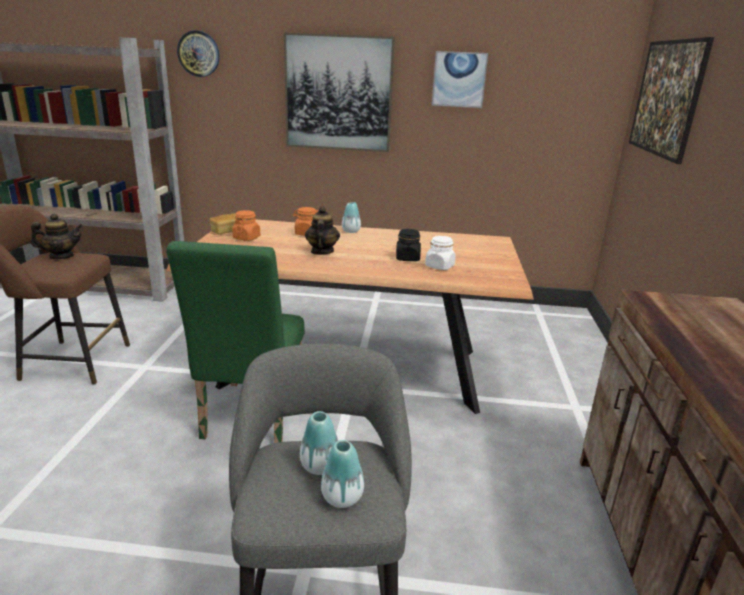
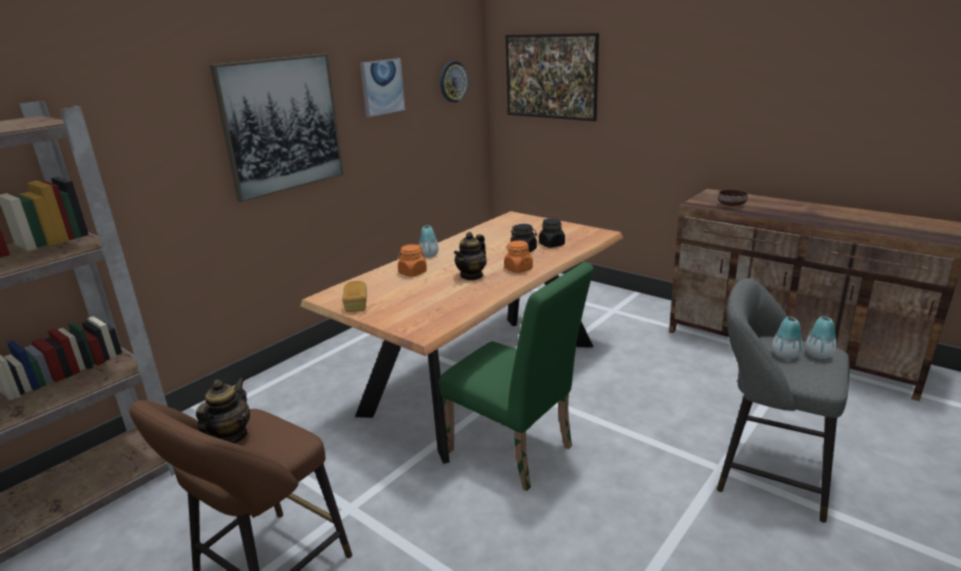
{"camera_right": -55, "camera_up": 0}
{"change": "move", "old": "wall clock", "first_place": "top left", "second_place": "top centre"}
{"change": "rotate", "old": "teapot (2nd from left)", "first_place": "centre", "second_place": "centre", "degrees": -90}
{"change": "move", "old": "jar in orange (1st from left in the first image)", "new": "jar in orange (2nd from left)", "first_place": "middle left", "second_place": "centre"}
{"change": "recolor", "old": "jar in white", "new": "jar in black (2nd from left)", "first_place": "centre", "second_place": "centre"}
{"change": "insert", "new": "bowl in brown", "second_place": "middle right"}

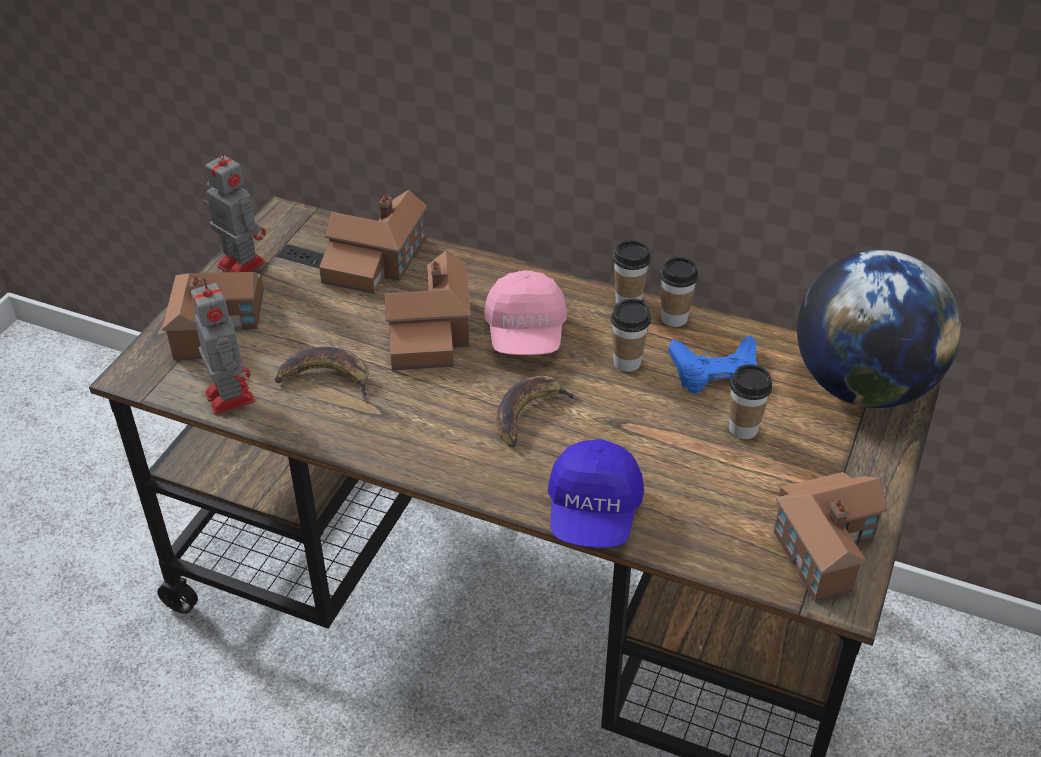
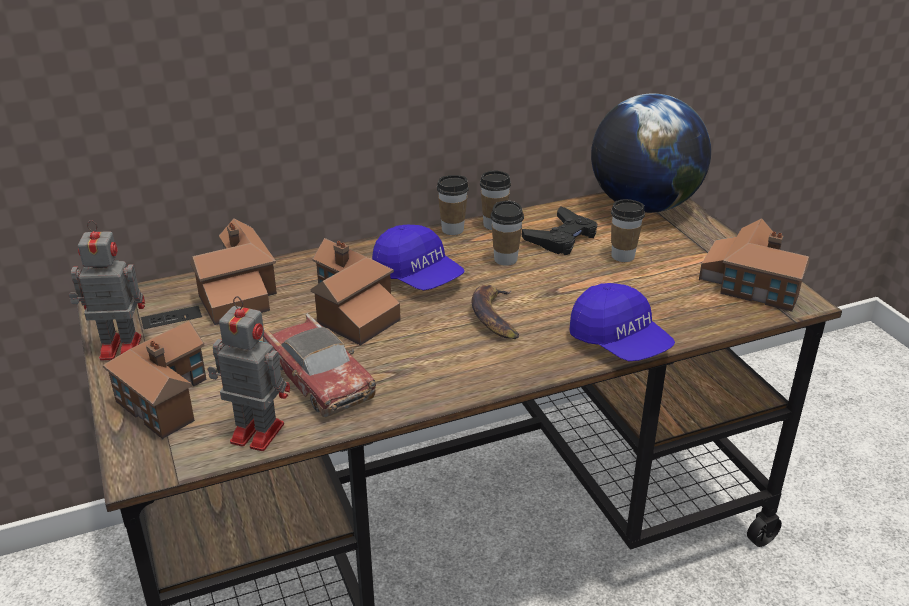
{"camera_right": -45, "camera_up": -10}
{"change": "recolor", "old": "cap in pink", "new": "cap in blue (1st from left)", "first_place": "centre", "second_place": "centre"}
{"change": "recolor", "old": "game controller in blue", "new": "game controller in black", "first_place": "middle right", "second_place": "centre"}
{"change": "replace", "old": "banana (1st from left)", "new": "toy car", "first_place": "middle left", "second_place": "centre"}

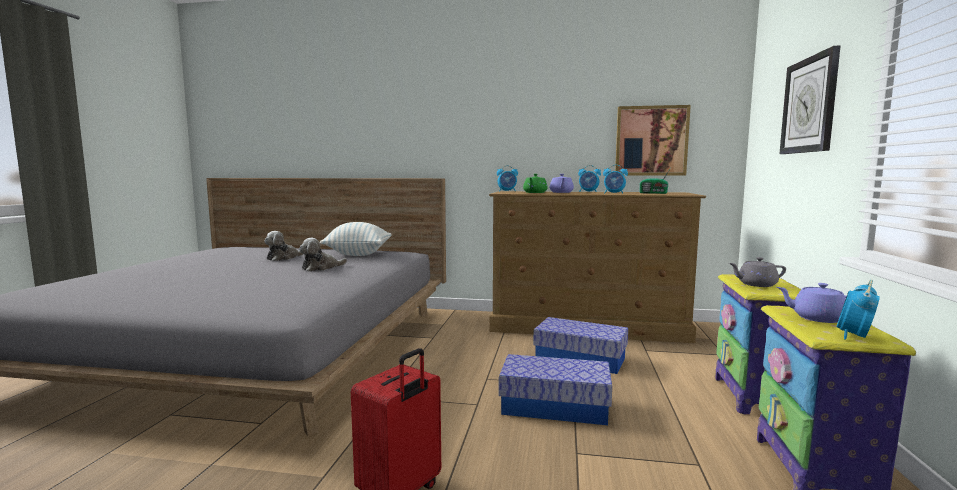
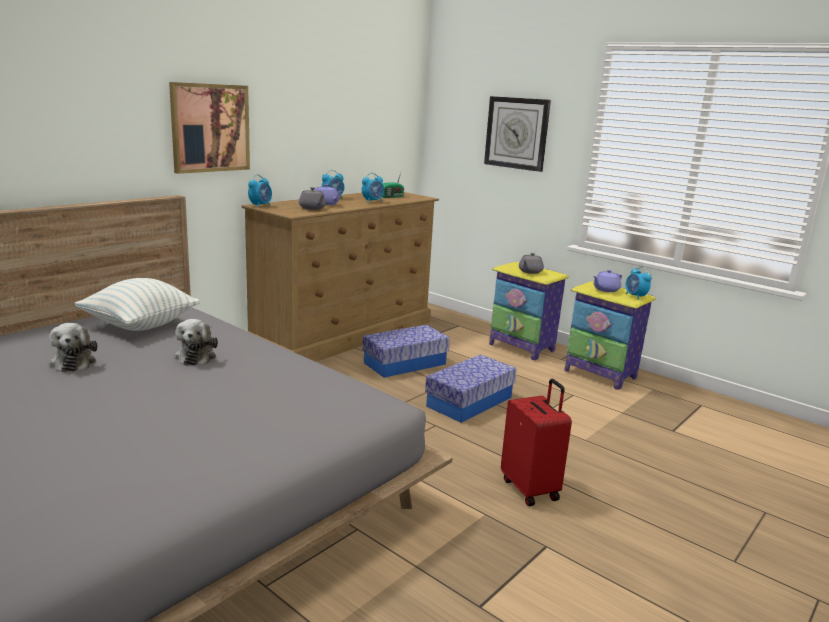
{"camera_right": -60, "camera_up": 10}
{"change": "move", "old": "picture", "first_place": "top right", "second_place": "top left"}
{"change": "recolor", "old": "teapot in green", "new": "teapot in grey (1st from left)", "first_place": "centre", "second_place": "top centre"}

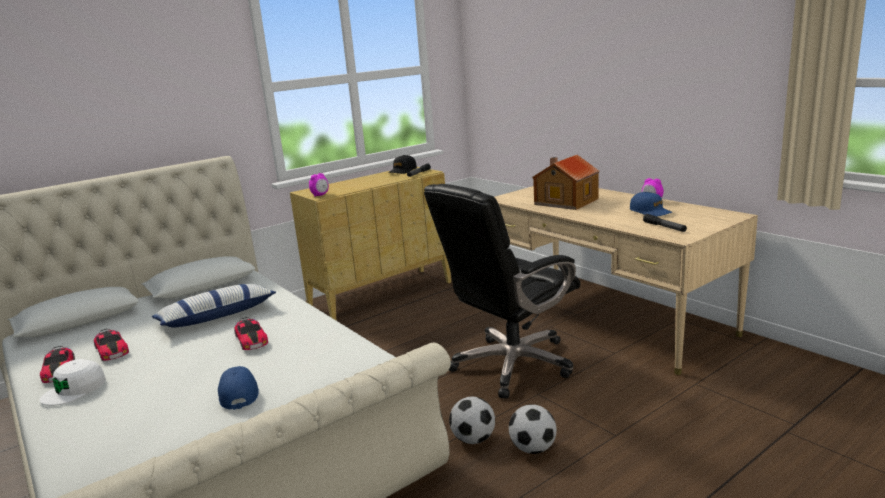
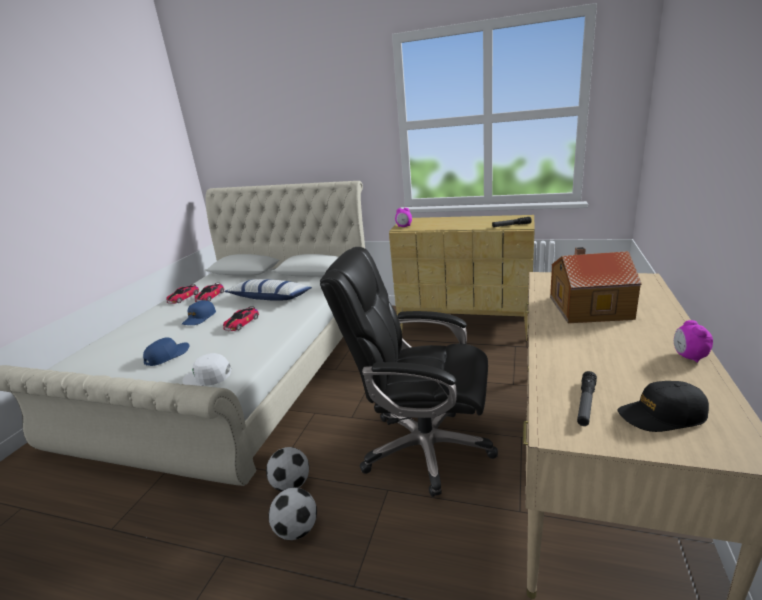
{"camera_right": 55, "camera_up": 5}
{"change": "move", "old": "cap in black", "first_place": "top centre", "second_place": "bottom right"}
{"change": "move", "old": "cap in blue (2nd from left)", "first_place": "middle right", "second_place": "middle left"}
{"change": "move", "old": "cap in white", "first_place": "bottom left", "second_place": "middle left"}

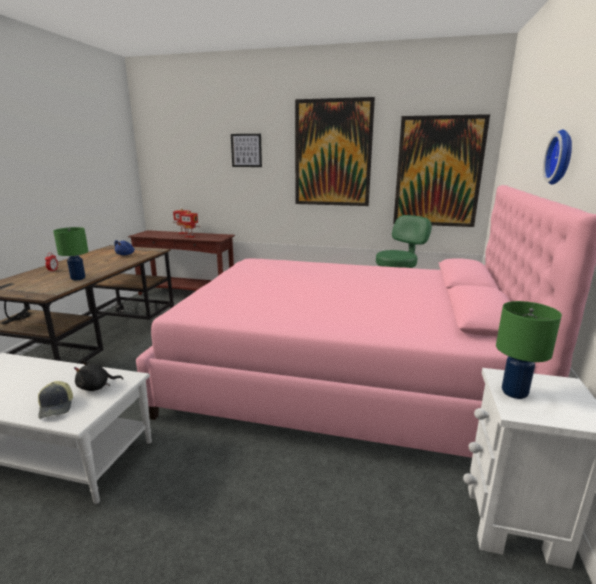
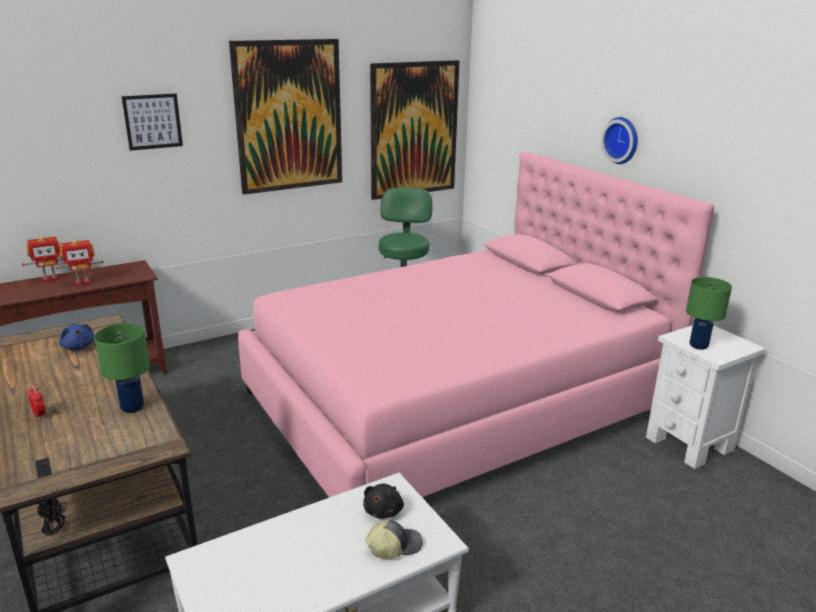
{"camera_right": -45, "camera_up": 5}
{"change": "rotate", "old": "cap", "first_place": "bottom left", "second_place": "bottom centre", "degrees": -45}

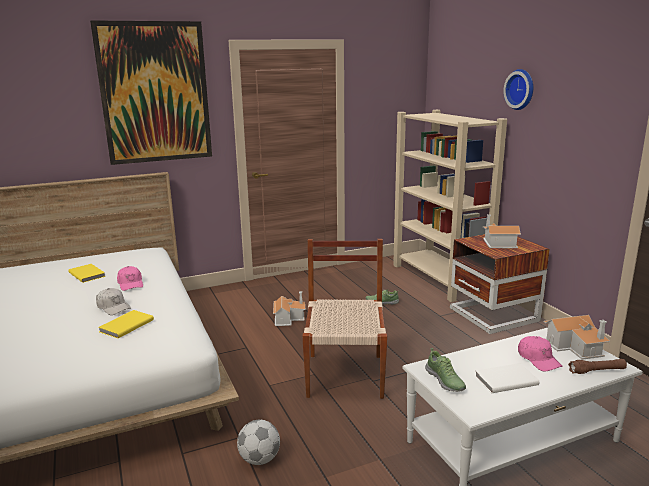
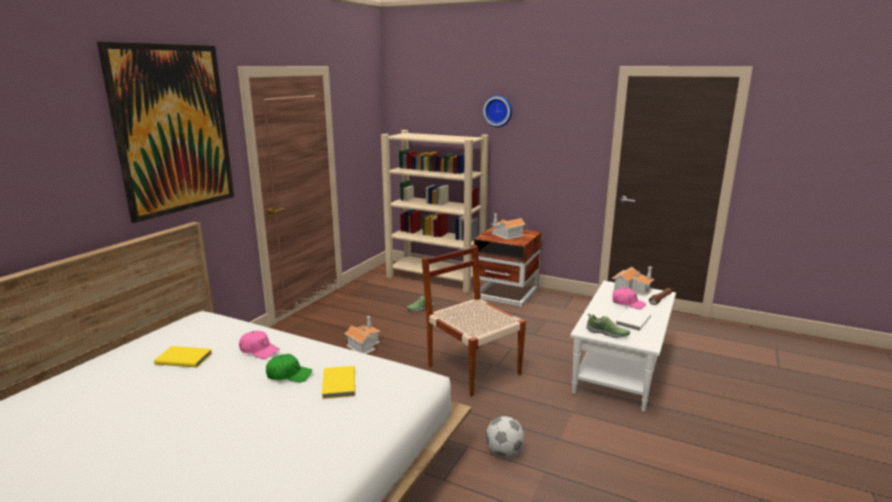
{"camera_right": -40, "camera_up": 0}
{"change": "recolor", "old": "cap in white", "new": "cap in green", "first_place": "middle left", "second_place": "bottom left"}

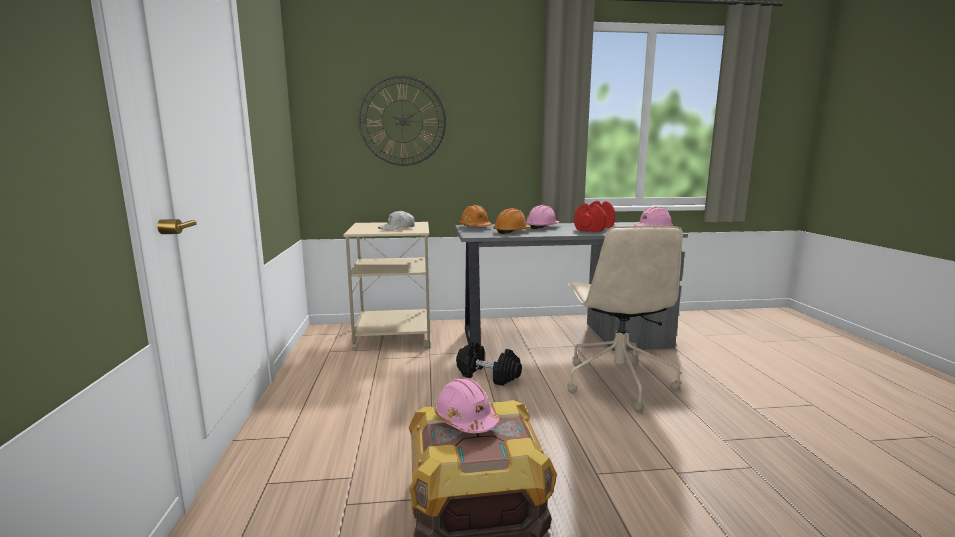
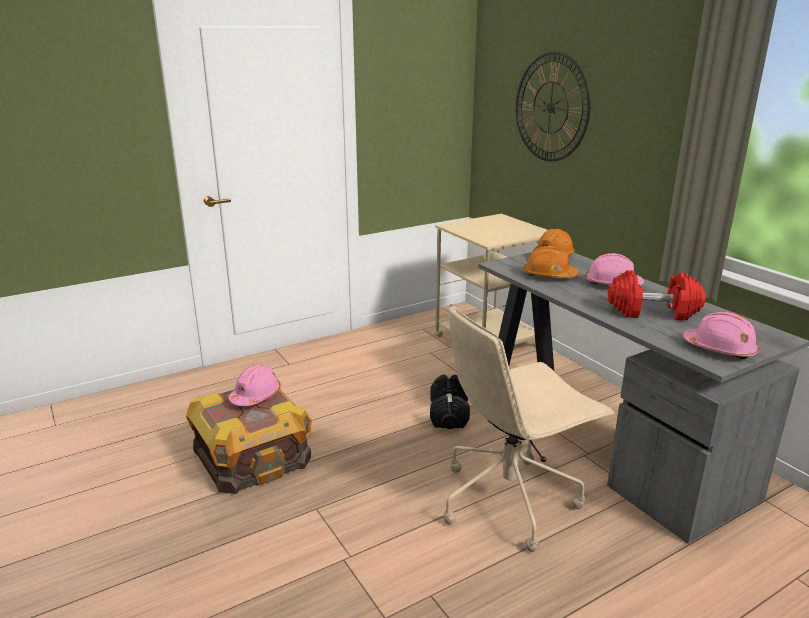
{"camera_right": 65, "camera_up": 10}
{"change": "delete", "old": "cap in white", "first_place": "centre"}

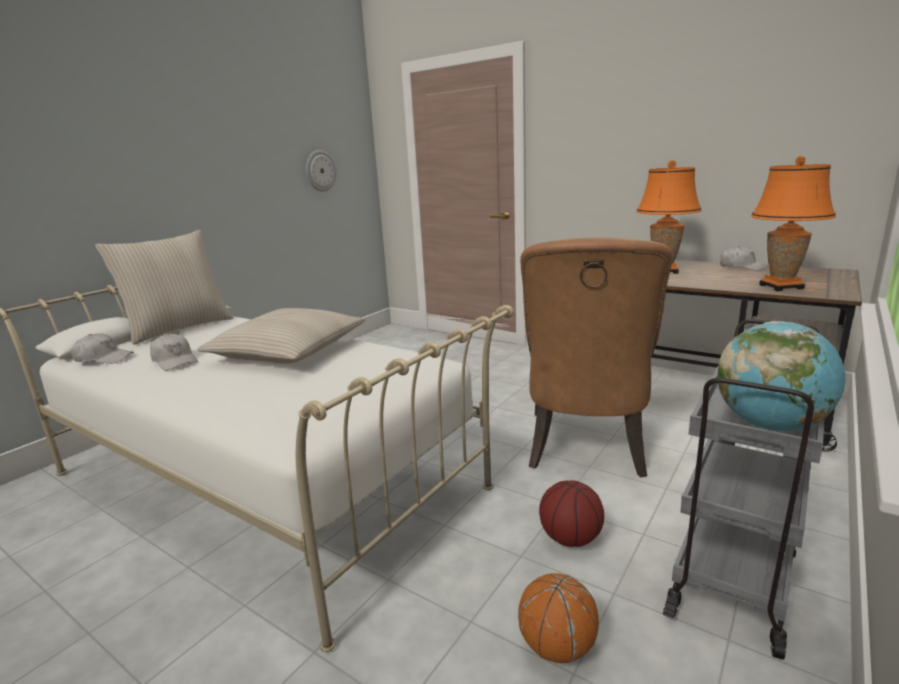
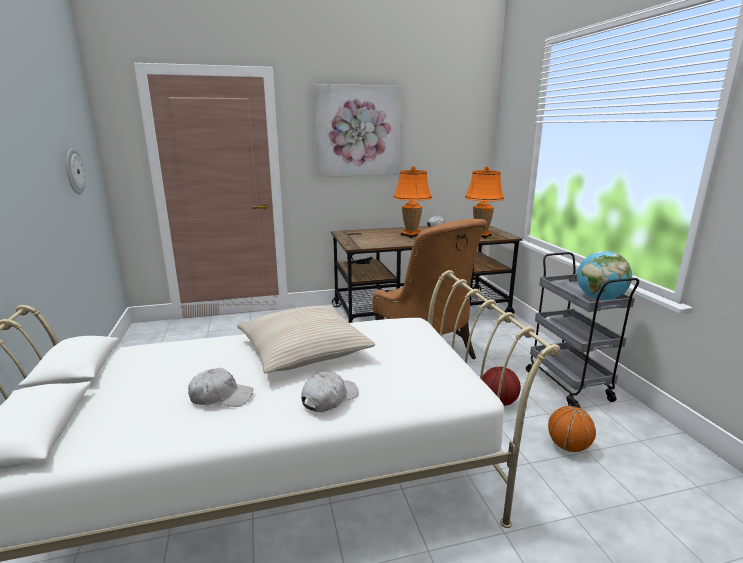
{"camera_right": -50, "camera_up": 0}
{"change": "delete", "old": "pillow in beige (1st from left)", "first_place": "middle left"}
{"change": "move", "old": "cap in white (1st from left in the first image)", "new": "cap in white (2nd from left)", "first_place": "middle left", "second_place": "bottom centre"}
{"change": "insert", "new": "picture", "second_place": "top centre"}

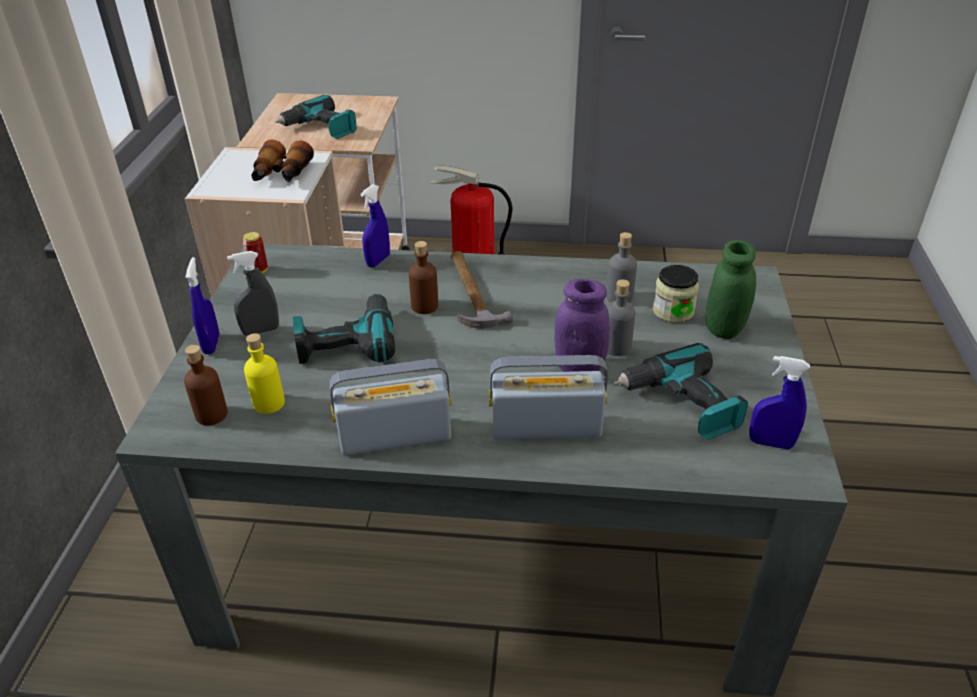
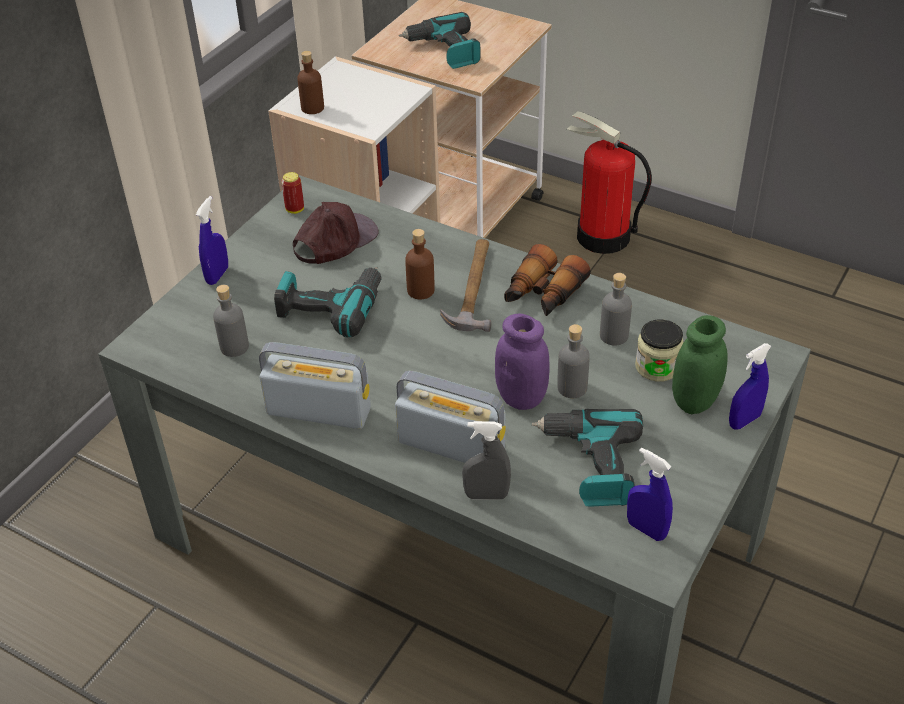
{"camera_right": 25, "camera_up": 5}
{"change": "move", "old": "binoculars", "first_place": "top left", "second_place": "centre"}
{"change": "move", "old": "spray bottle in blue (2nd from left in the first image)", "new": "spray bottle in blue (3rd from left)", "first_place": "top centre", "second_place": "middle right"}
{"change": "move", "old": "spray bottle in grey", "first_place": "middle left", "second_place": "centre"}
{"change": "recolor", "old": "bottle in yellow", "new": "bottle in grey (1st from left)", "first_place": "middle left", "second_place": "middle left"}
{"change": "move", "old": "bottle in brown (1st from left)", "first_place": "middle left", "second_place": "top centre"}
{"change": "insert", "new": "cap in brown", "second_place": "top centre"}

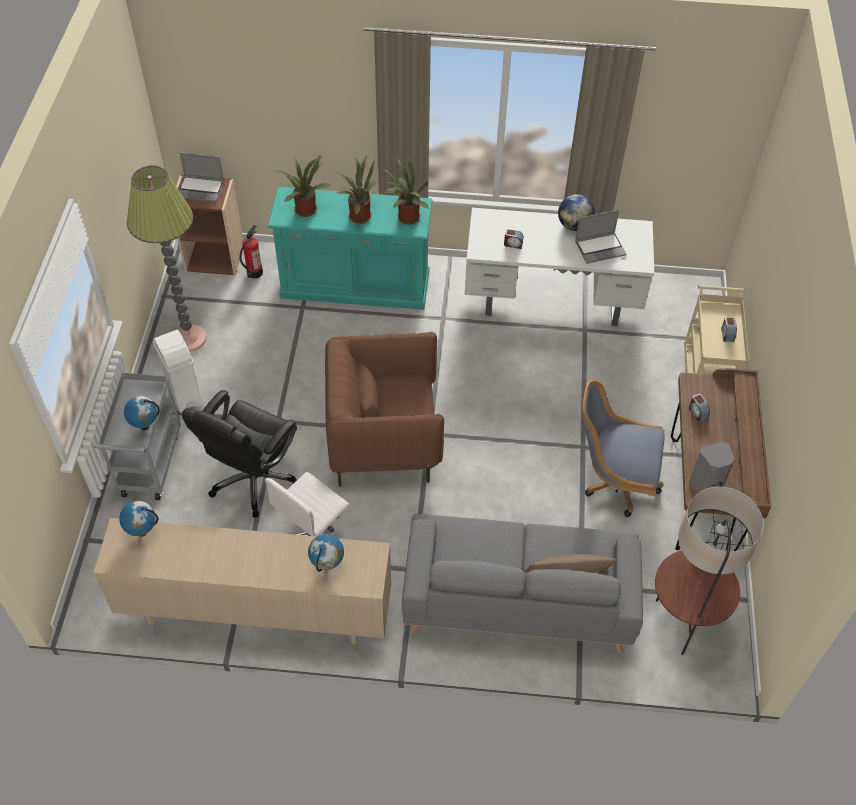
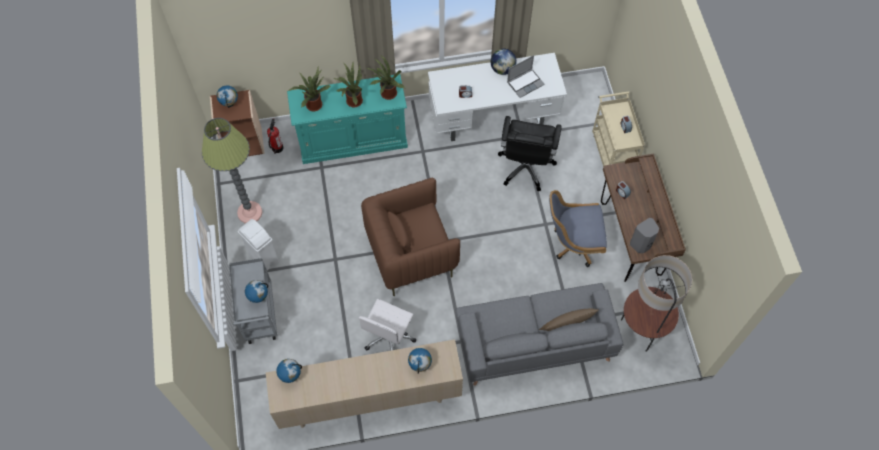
{"camera_right": -15, "camera_up": 10}
{"change": "replace", "old": "laptop (1st from left)", "new": "globe (1st from left)", "first_place": "top left", "second_place": "top left"}
{"change": "move", "old": "office chair in black", "first_place": "middle left", "second_place": "centre"}

